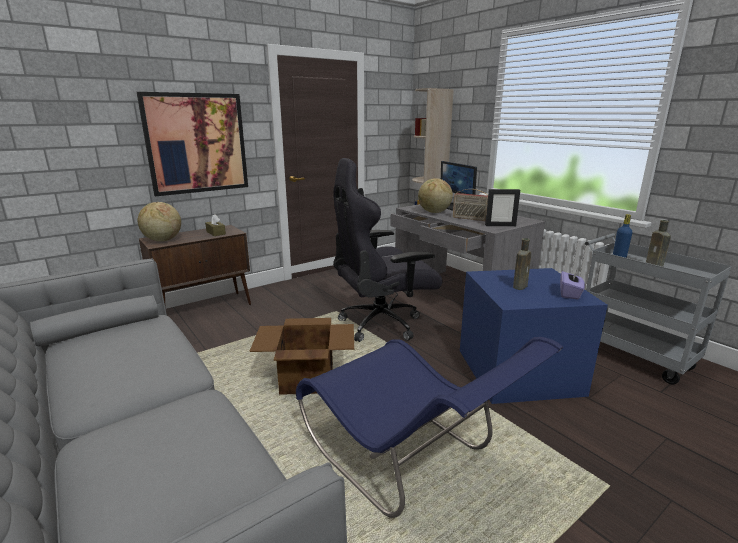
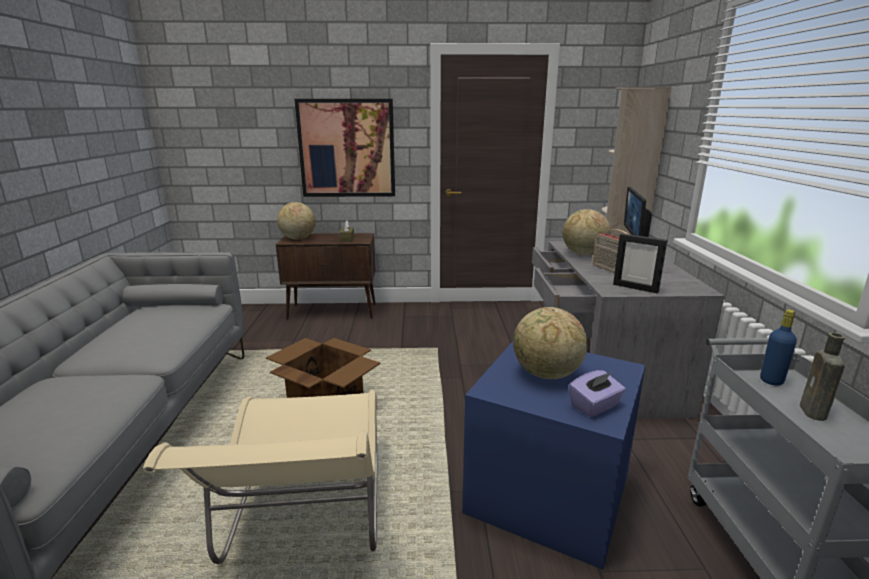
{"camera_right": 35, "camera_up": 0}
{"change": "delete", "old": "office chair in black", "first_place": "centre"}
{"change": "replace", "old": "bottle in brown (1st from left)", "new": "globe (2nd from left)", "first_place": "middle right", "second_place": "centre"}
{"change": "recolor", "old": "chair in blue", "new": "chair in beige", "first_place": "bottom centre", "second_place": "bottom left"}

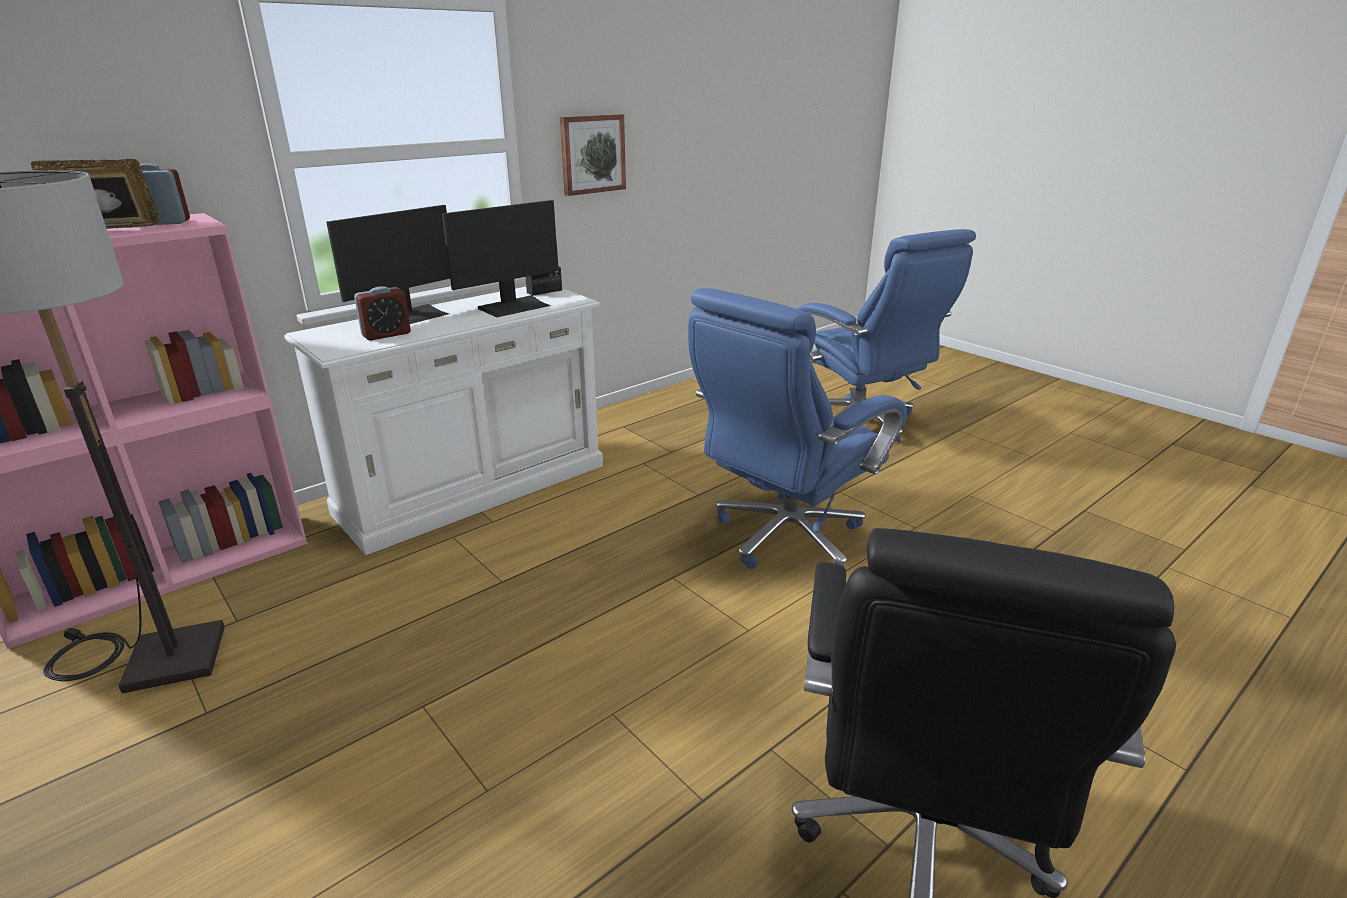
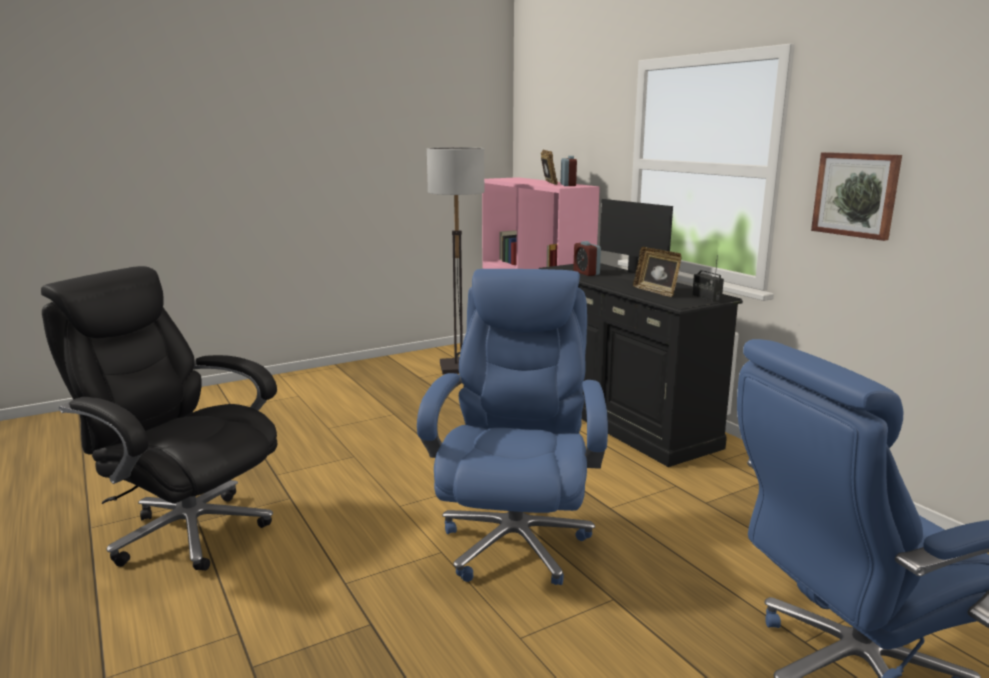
{"camera_right": 100, "camera_up": -10}
{"change": "replace", "old": "monitor (2nd from left)", "new": "picture frame (2nd from left)", "first_place": "top centre", "second_place": "centre"}
{"change": "recolor", "old": "cabinet in white", "new": "cabinet in black", "first_place": "middle left", "second_place": "centre"}
{"change": "rotate", "old": "office chair in blue (1st from left)", "first_place": "centre", "second_place": "centre", "degrees": 45}

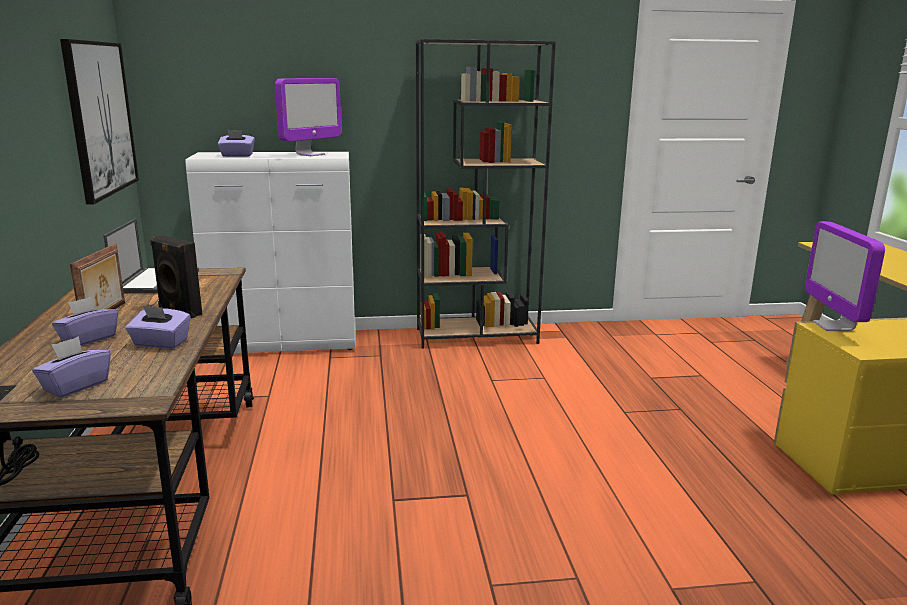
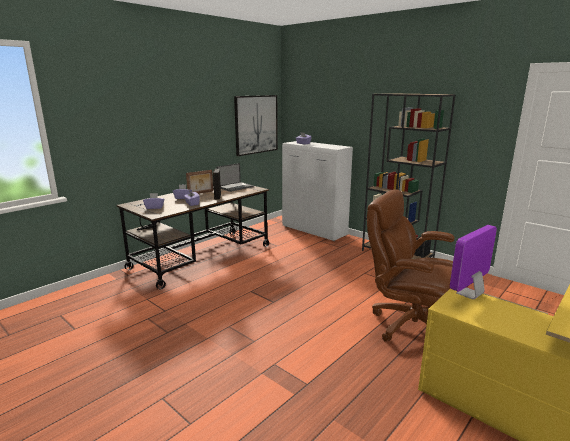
{"camera_right": 50, "camera_up": 0}
{"change": "delete", "old": "monitor (1st from left)", "first_place": "top centre"}
{"change": "insert", "new": "office chair in brown", "second_place": "middle right"}

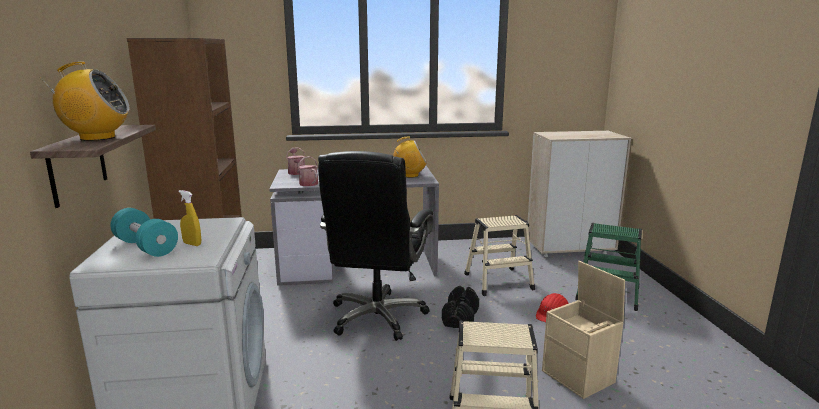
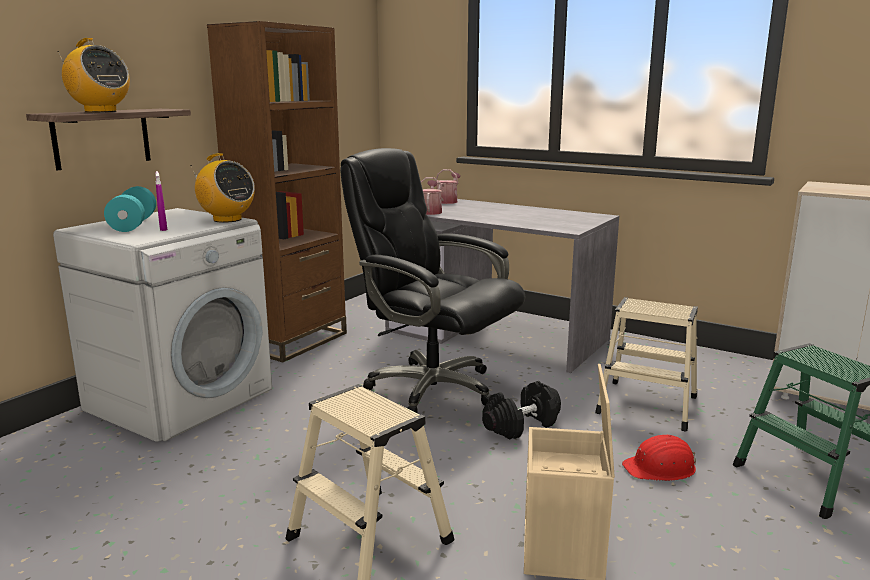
{"camera_right": 40, "camera_up": 0}
{"change": "move", "old": "radio (2nd from left)", "first_place": "centre", "second_place": "top left"}
{"change": "rotate", "old": "office chair in black", "first_place": "centre", "second_place": "centre", "degrees": 75}
{"change": "recolor", "old": "spray bottle in yellow", "new": "spray bottle in purple", "first_place": "middle left", "second_place": "middle left"}

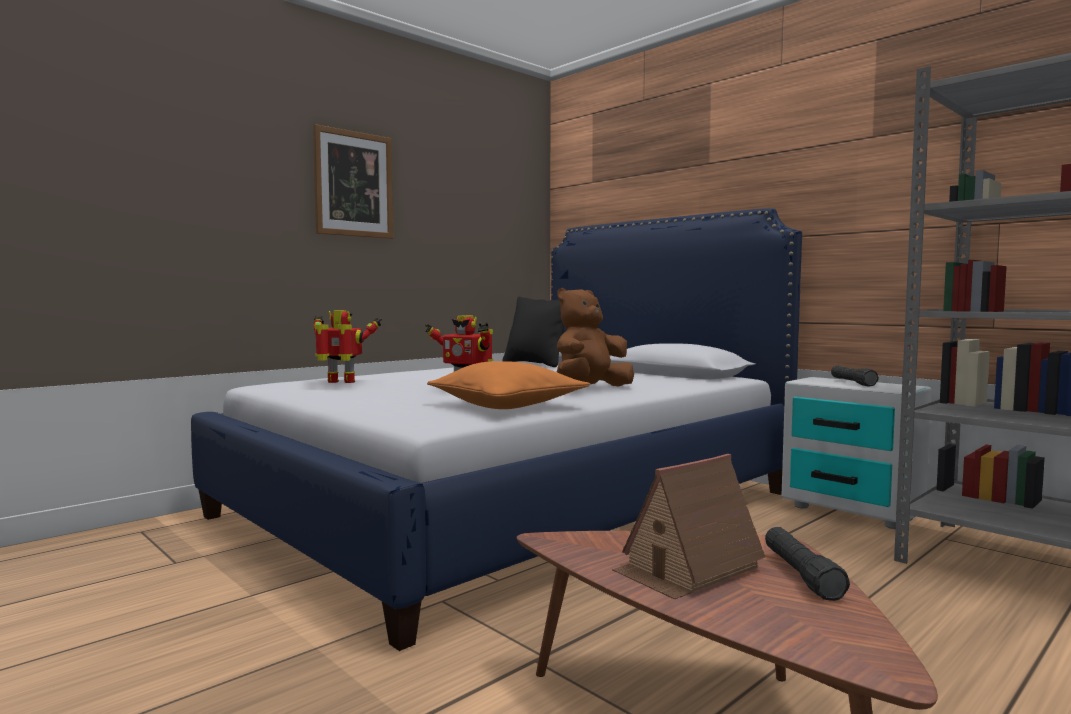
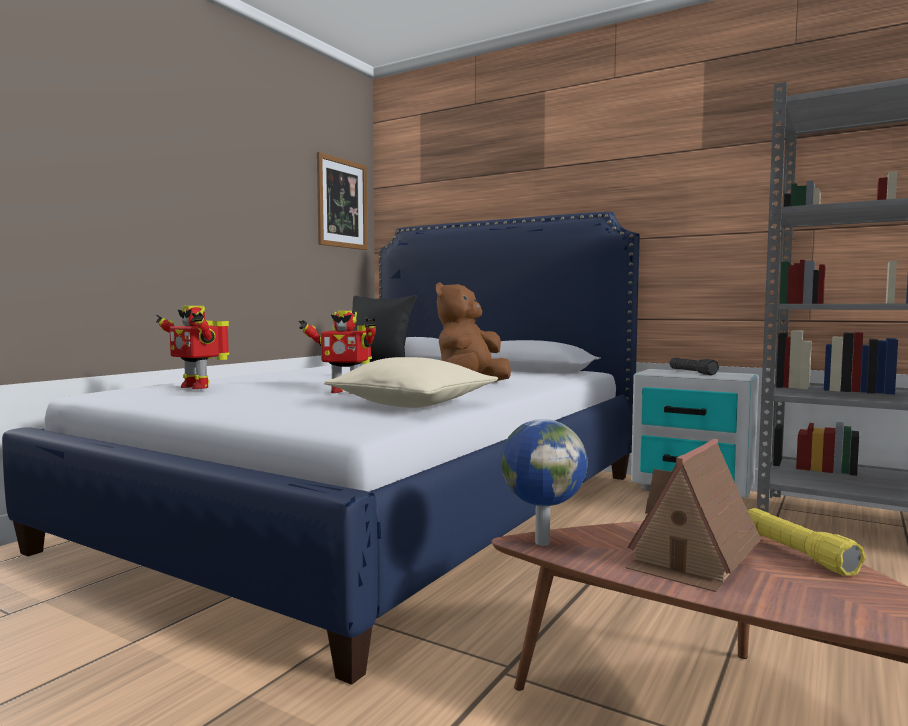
{"camera_right": -15, "camera_up": 0}
{"change": "move", "old": "picture", "first_place": "top left", "second_place": "top centre"}
{"change": "rotate", "old": "toy robot (1st from left)", "first_place": "middle left", "second_place": "middle left", "degrees": -135}
{"change": "recolor", "old": "pillow in orange", "new": "pillow in beige", "first_place": "centre", "second_place": "centre"}
{"change": "recolor", "old": "flashlight in black (1st from left)", "new": "flashlight in yellow", "first_place": "bottom right", "second_place": "bottom right"}
{"change": "insert", "new": "globe", "second_place": "centre"}

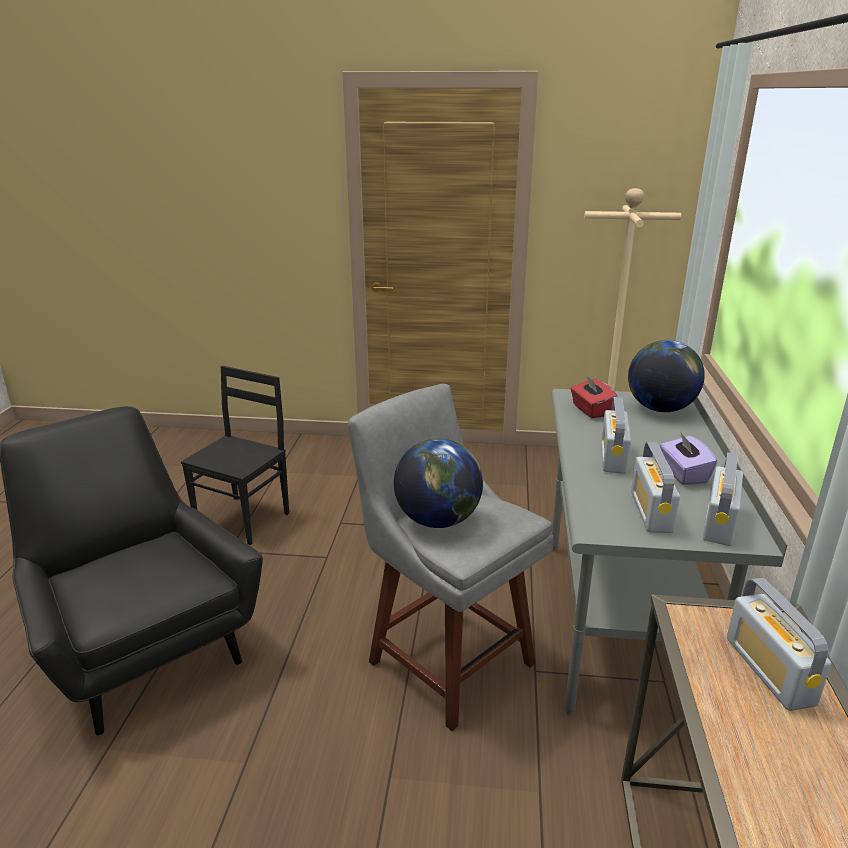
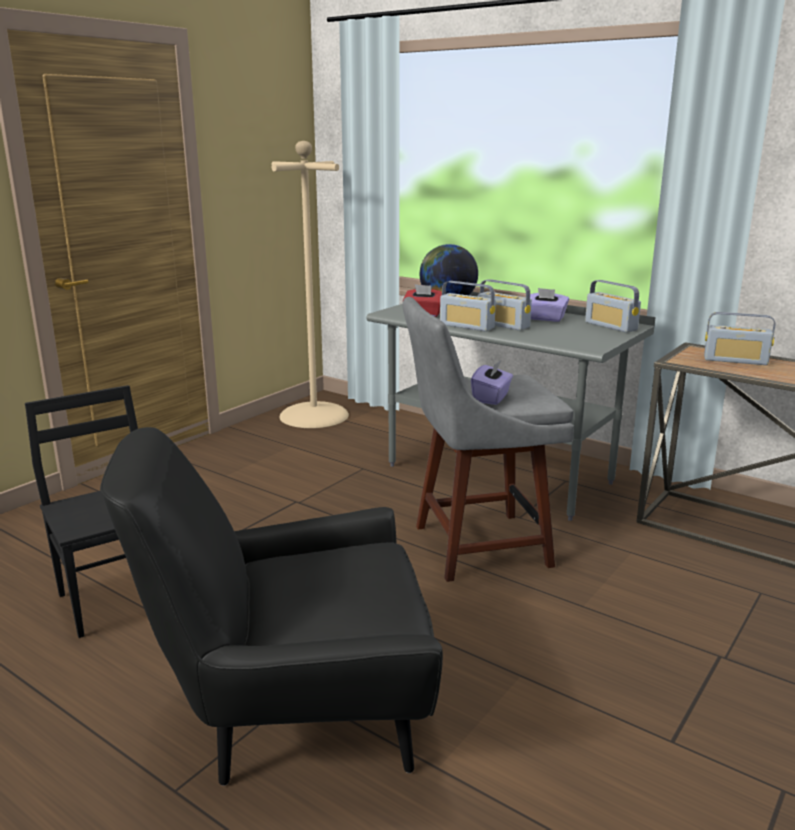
{"camera_right": -60, "camera_up": -5}
{"change": "replace", "old": "globe (1st from left)", "new": "tissue box in purple (1st from left)", "first_place": "centre", "second_place": "centre"}
{"change": "move", "old": "radio (2nd from left in the first image)", "new": "radio (1st from left)", "first_place": "middle right", "second_place": "centre"}

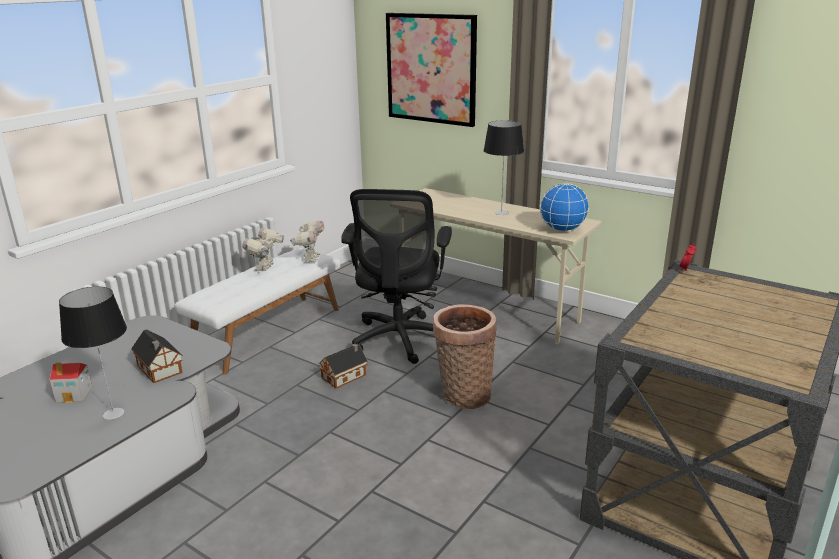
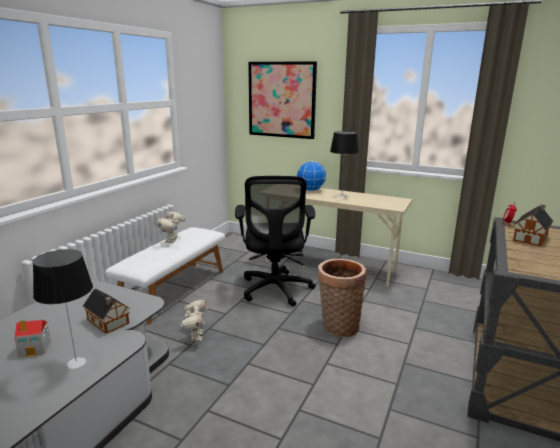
{"camera_right": -10, "camera_up": -5}
{"change": "move", "old": "globe", "first_place": "middle right", "second_place": "centre"}
{"change": "move", "old": "toy robot (2nd from left)", "first_place": "centre", "second_place": "bottom centre"}
{"change": "move", "old": "toy house (3rd from left)", "first_place": "centre", "second_place": "middle right"}

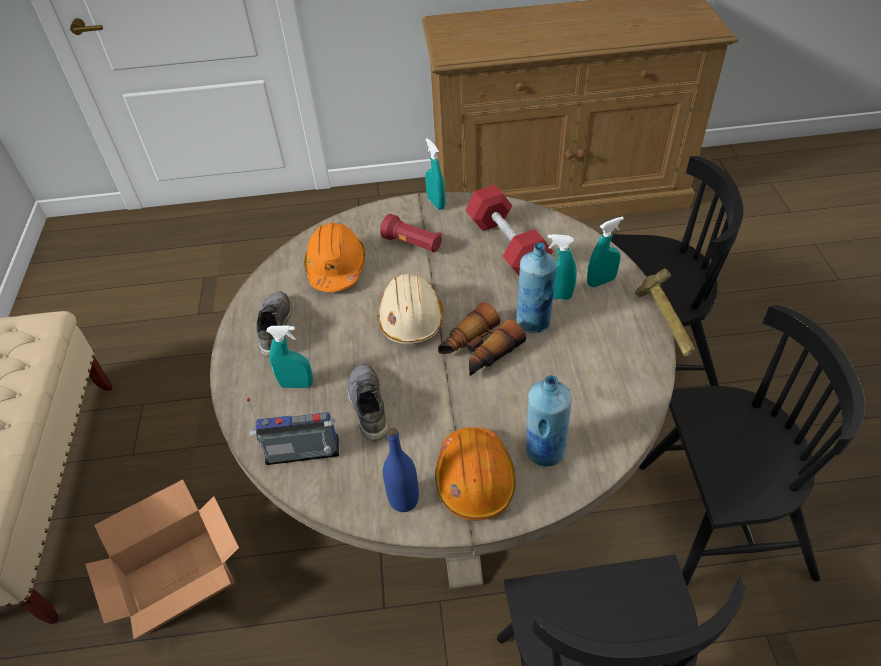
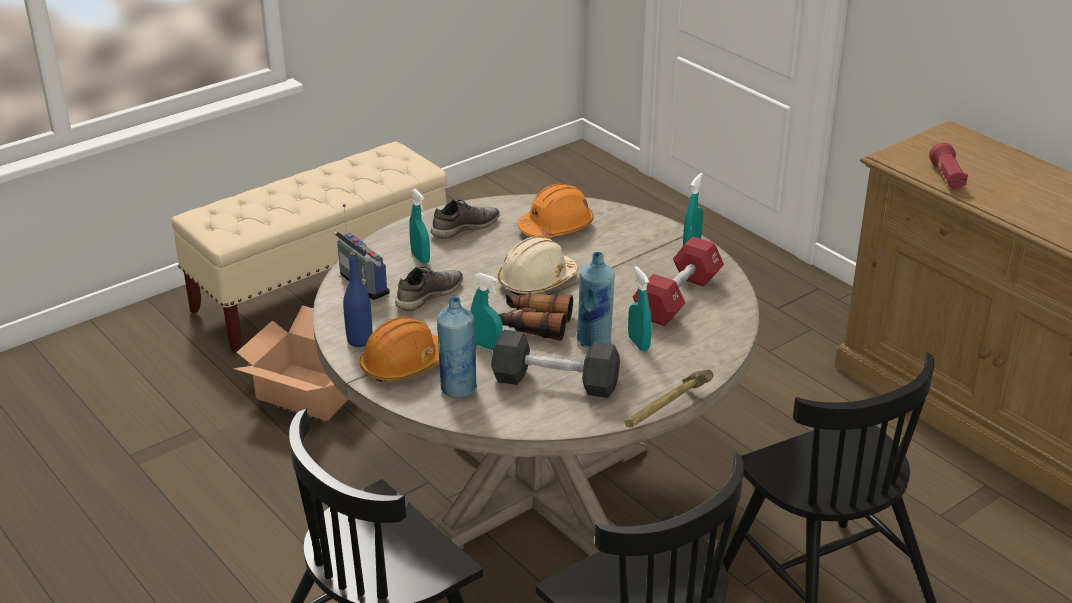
{"camera_right": 55, "camera_up": -15}
{"change": "move", "old": "flashlight in red", "first_place": "centre", "second_place": "top right"}
{"change": "move", "old": "spray bottle in turquoise (4th from left in the first image)", "new": "spray bottle in turquoise (2nd from left)", "first_place": "middle right", "second_place": "centre"}
{"change": "insert", "new": "dumbbell in black", "second_place": "centre"}

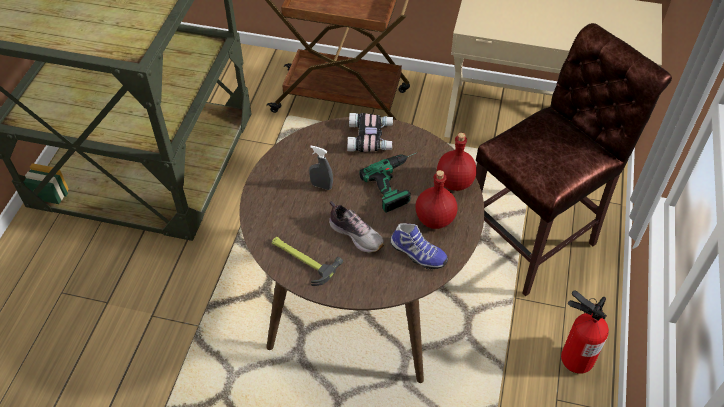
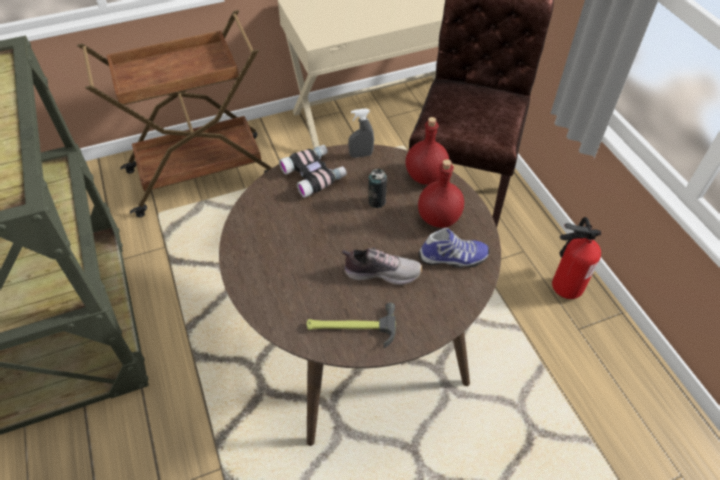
{"camera_right": -35, "camera_up": 0}
{"change": "move", "old": "spray bottle in grey", "first_place": "centre", "second_place": "top centre"}
{"change": "replace", "old": "power drill", "new": "can", "first_place": "centre", "second_place": "centre"}

